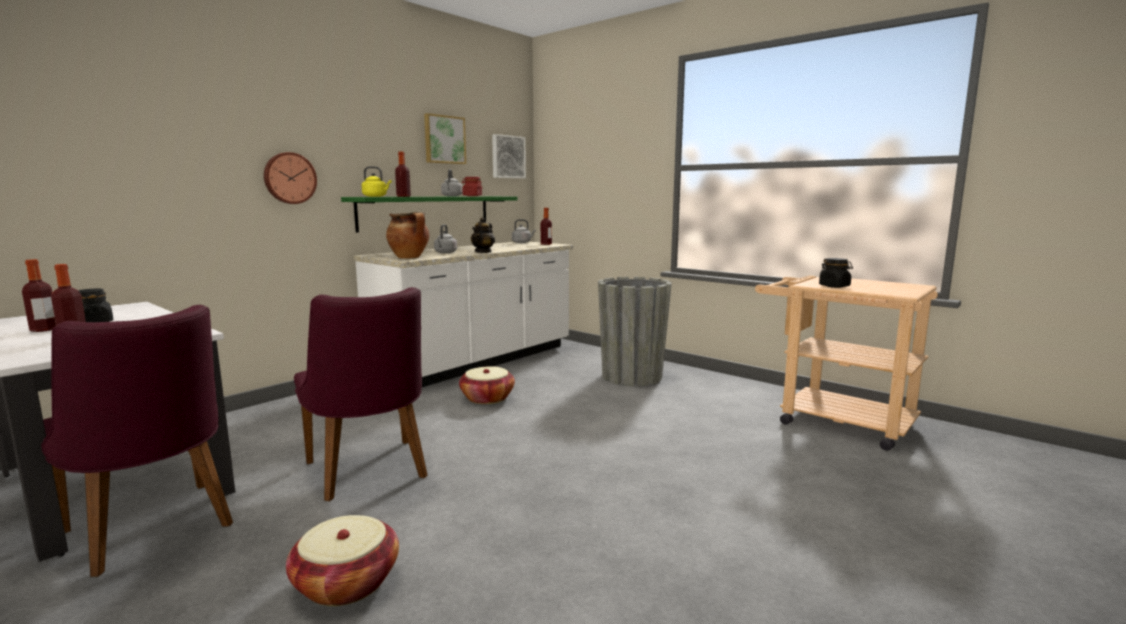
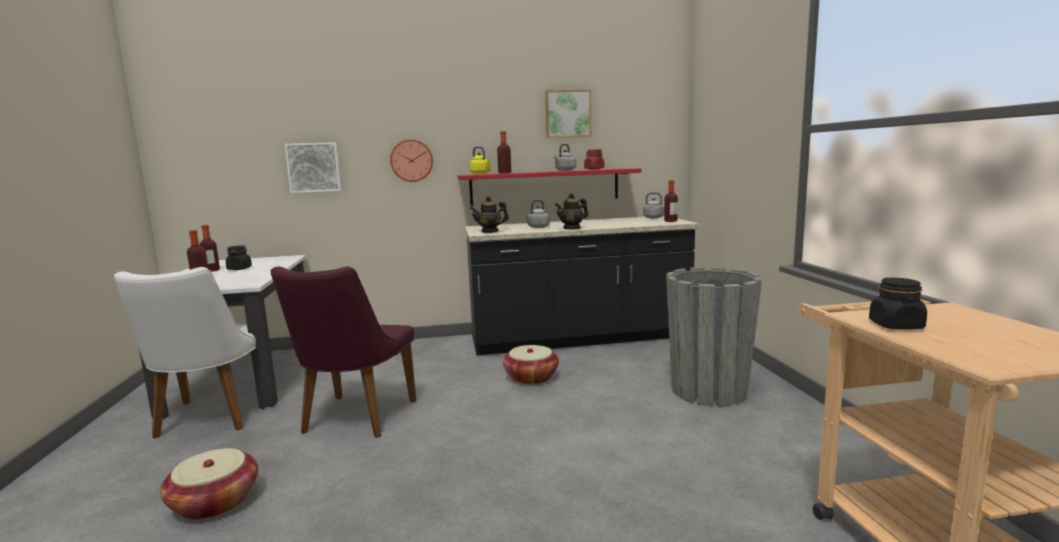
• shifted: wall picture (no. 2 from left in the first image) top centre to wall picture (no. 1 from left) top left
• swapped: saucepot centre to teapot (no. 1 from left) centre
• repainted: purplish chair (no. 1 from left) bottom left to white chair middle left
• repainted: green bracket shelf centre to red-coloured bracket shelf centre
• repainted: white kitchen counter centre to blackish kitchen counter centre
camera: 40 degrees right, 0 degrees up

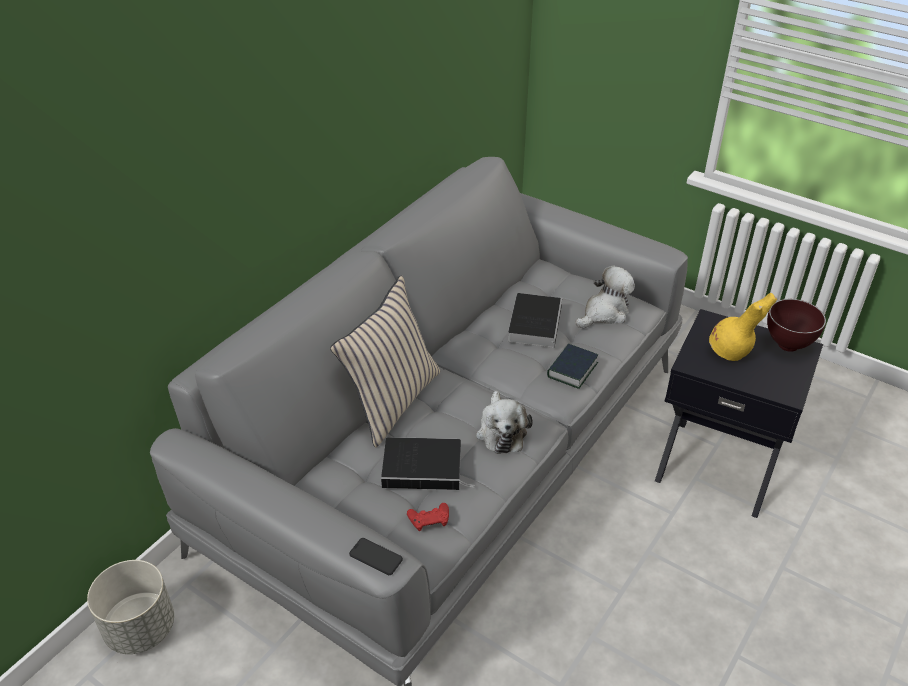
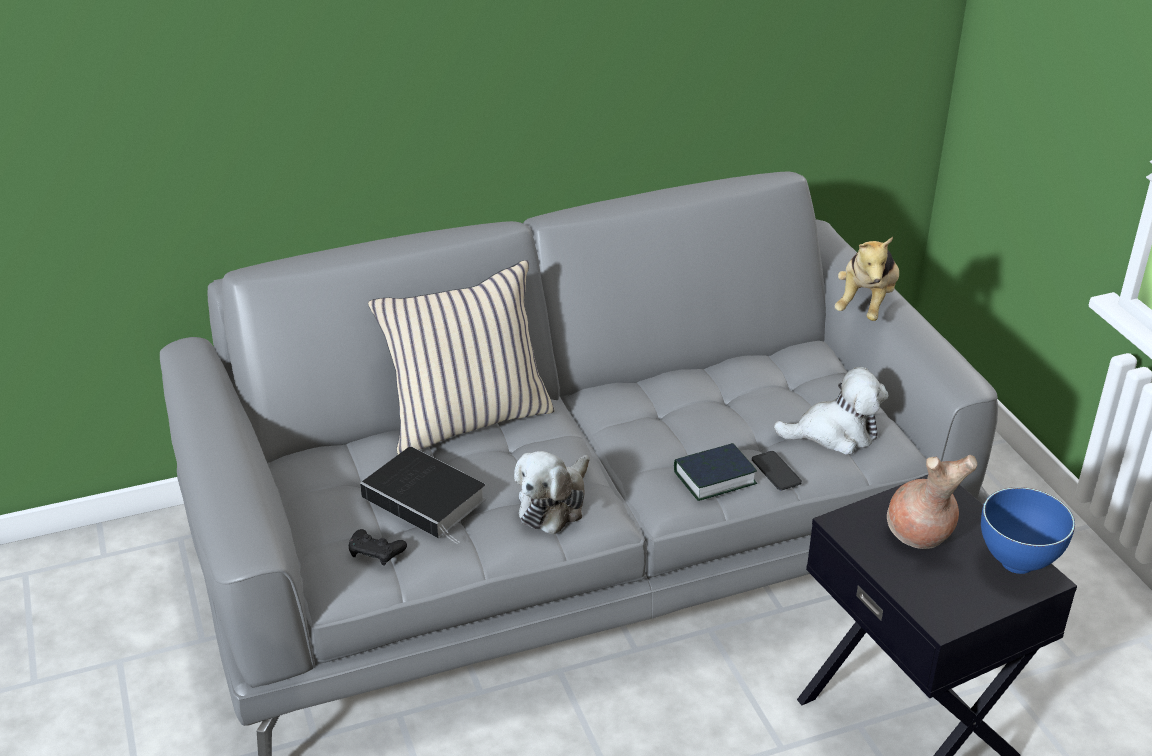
• gone: grey flower pot bottom left
• gone: bound book (no. 2 from left) centre
• new: cuddly toy (no. 3 from left) middle right
• shifted: handset bottom centre to middle right
• repainted: red-coloured joypad bottom centre to blackish joypad bottom left
• repainted: yellow decorative vase middle right to brownish decorative vase middle right
• repainted: brownish bowl middle right to bluish bowl bottom right
camera: 35 degrees right, 5 degrees down

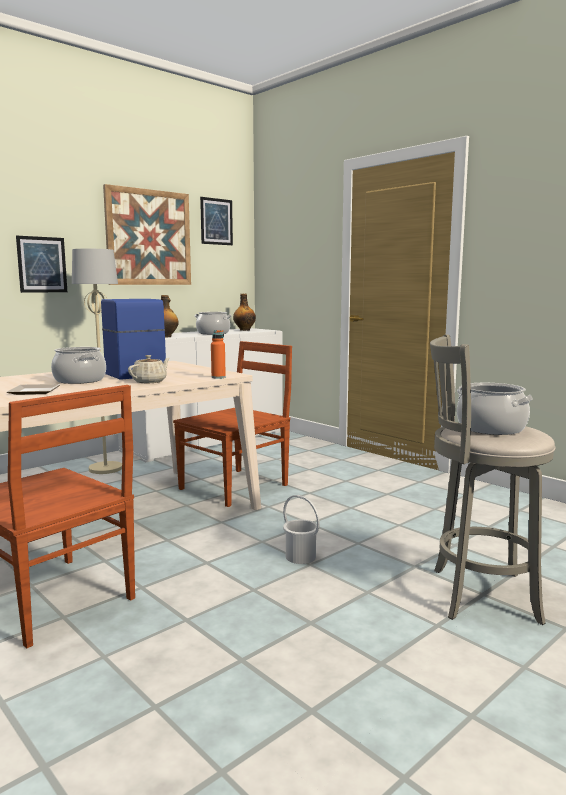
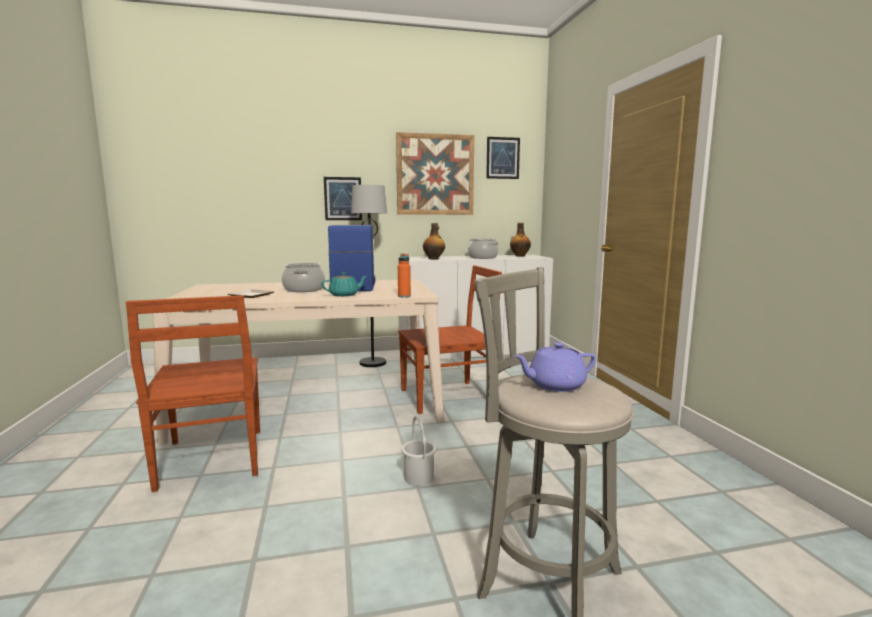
• swapped: saucepot (no. 3 from left) middle right to purplish teapot centre
• repainted: beige floor lamp middle left to blackish floor lamp centre
• repainted: beige teapot middle left to blue-green teapot centre
camera: 30 degrees right, 0 degrees up

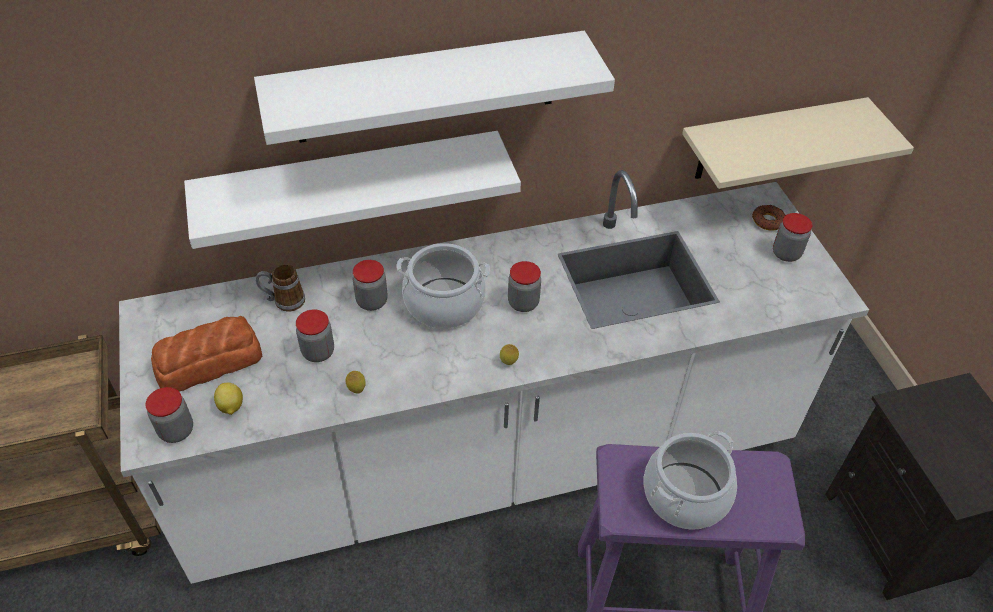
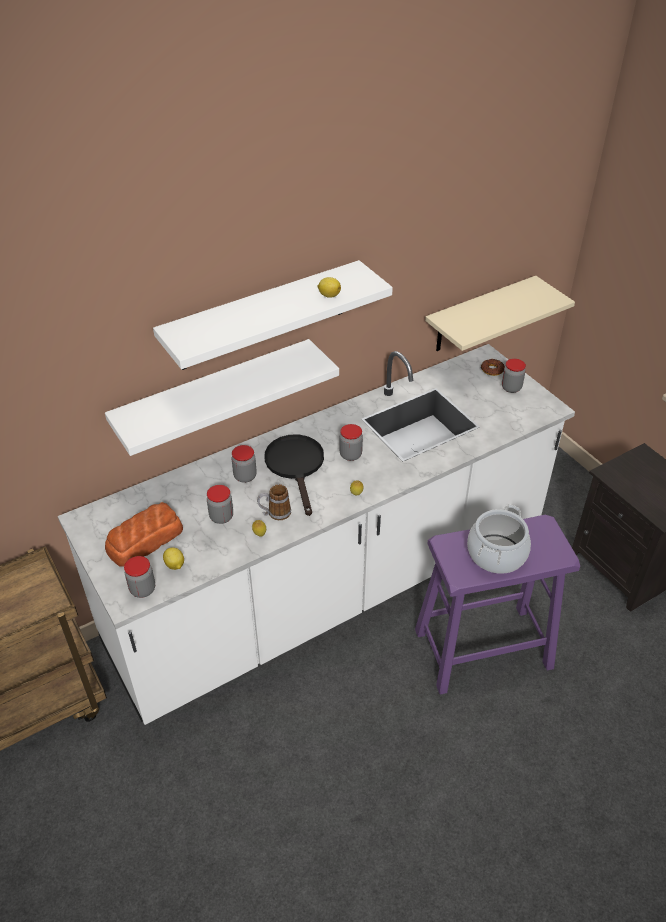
• new: lemon (no. 3 from left) top centre
• shifted: mug middle left to centre
• swapped: saucepot (no. 1 from left) centre to blackish frying pan centre
camera: 15 degrees left, 5 degrees down

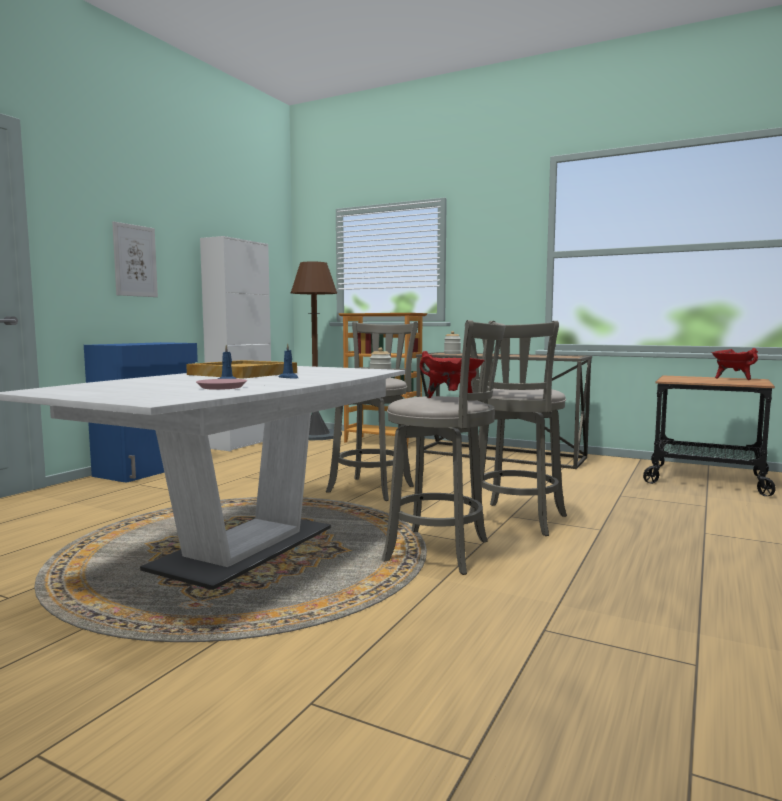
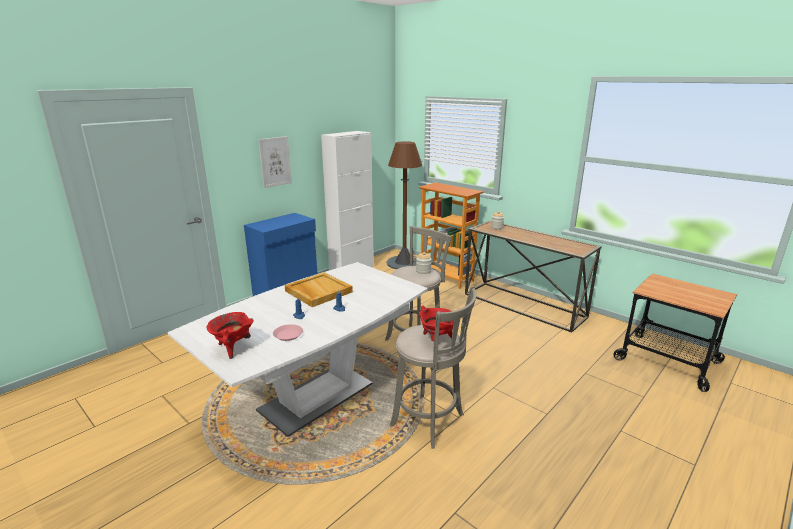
• gone: grey stool (no. 3 from left) centre
• shifted: red-coloured saucepot (no. 2 from left in the first image) middle right to red-coloured saucepot (no. 1 from left) middle left
camera: 15 degrees right, 15 degrees up

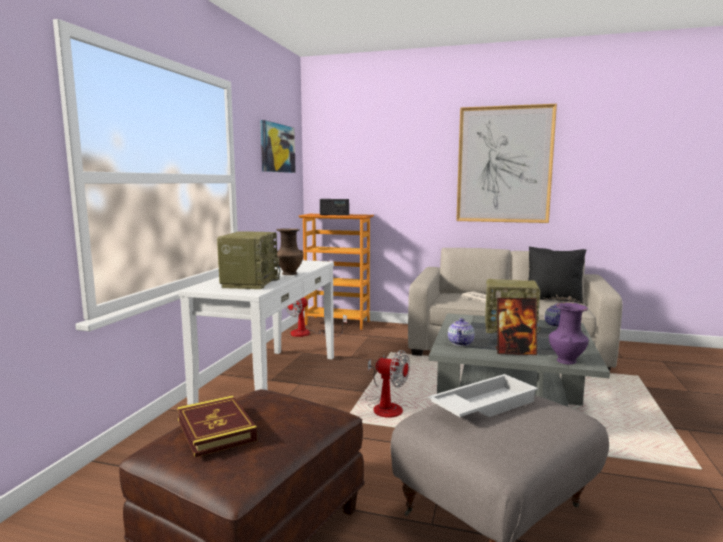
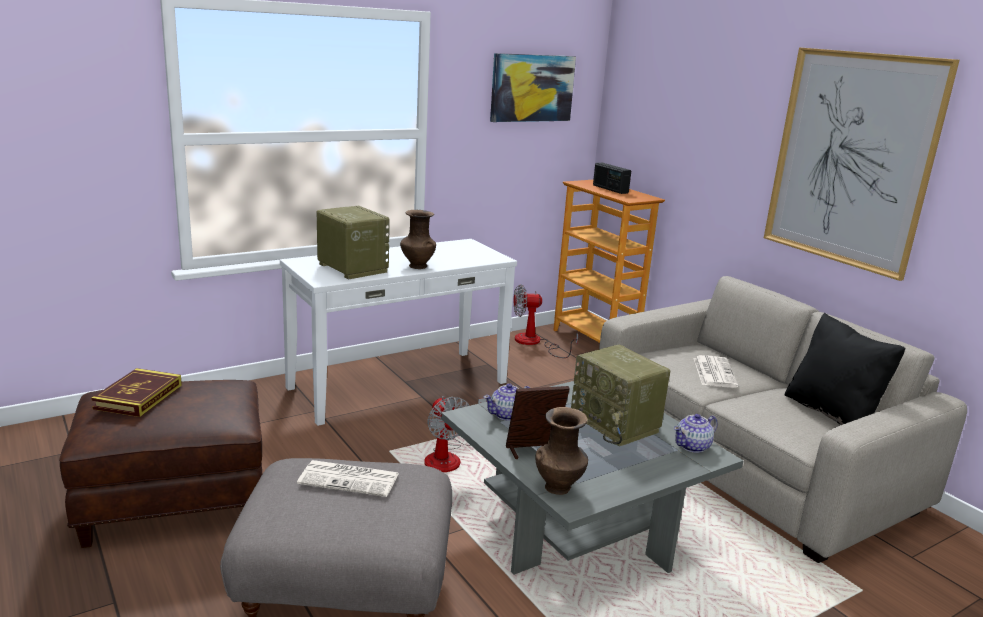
• swapped: white carrying tray bottom right to printed paper (no. 1 from left) bottom centre
• repainted: purplish decorative vase middle right to brownish decorative vase (no. 2 from left) bottom centre
• rotated: radio set (no. 1 from left) centre = centre 90 degrees counterclockwise
• rotated: photo frame middle right = bottom centre 120 degrees clockwise
camera: 40 degrees right, 10 degrees up

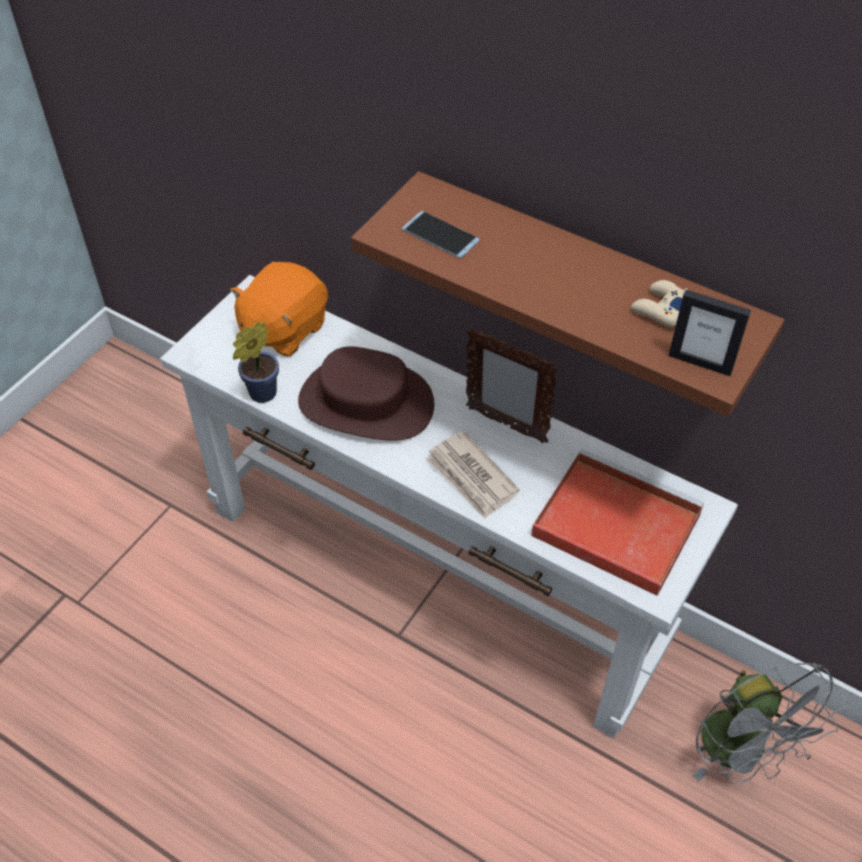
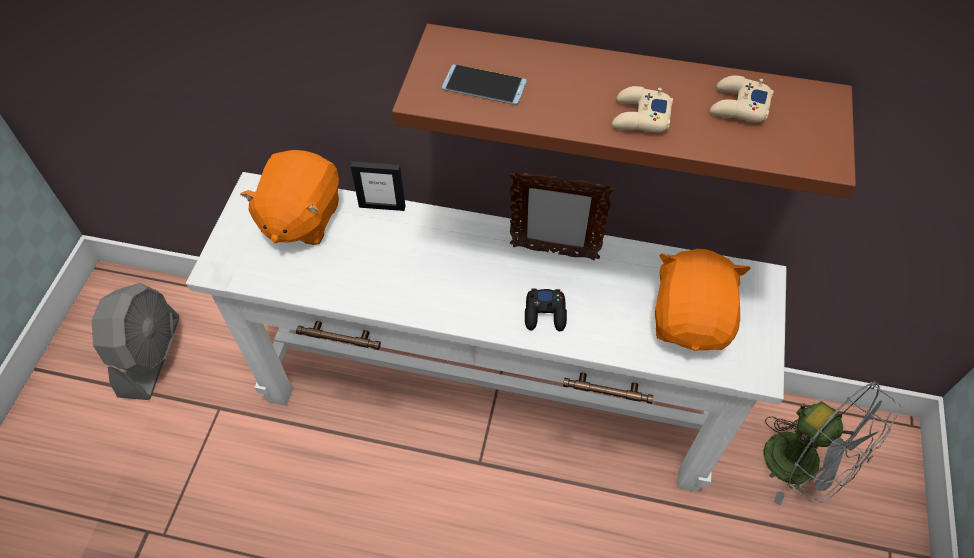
• gone: plant in a pot middle left
• gone: brownish clothing hat centre
• new: grey fan (no. 1 from left) middle left
• new: beige joypad (no. 1 from left) top centre
• shifted: photo frame (no. 2 from left in the first image) middle right to photo frame (no. 1 from left) centre
• swapped: printed paper centre to blackish joypad centre
• swapped: red-coloured carrying tray middle right to orange-coloured cuddly toy (no. 2 from left) middle right
camera: 20 degrees left, 5 degrees up

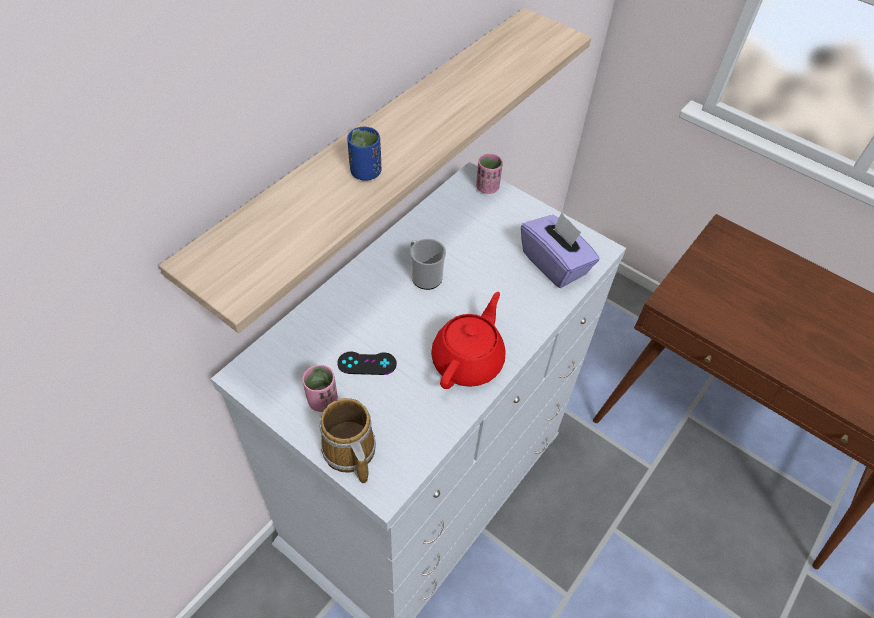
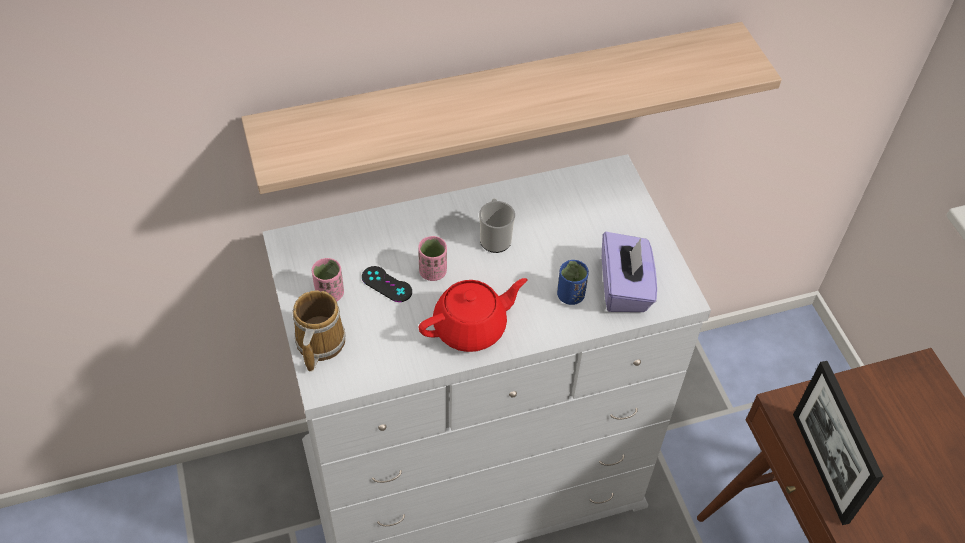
• new: photo frame bottom right
• shifted: bluish cup top centre to centre
• shifted: pink cup (no. 2 from left) top centre to centre
camera: 35 degrees right, 0 degrees up

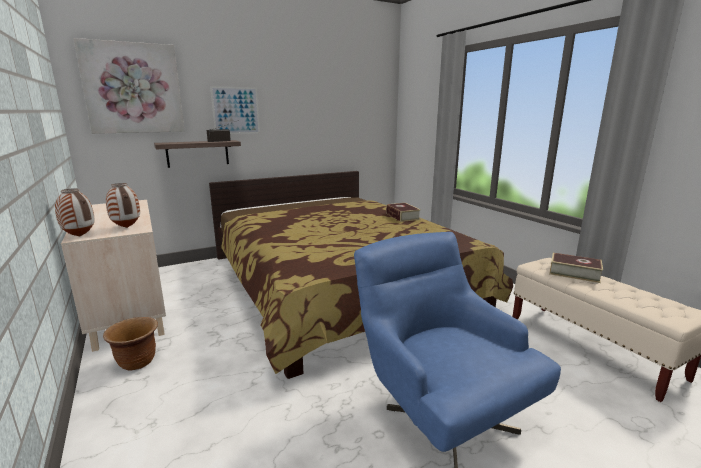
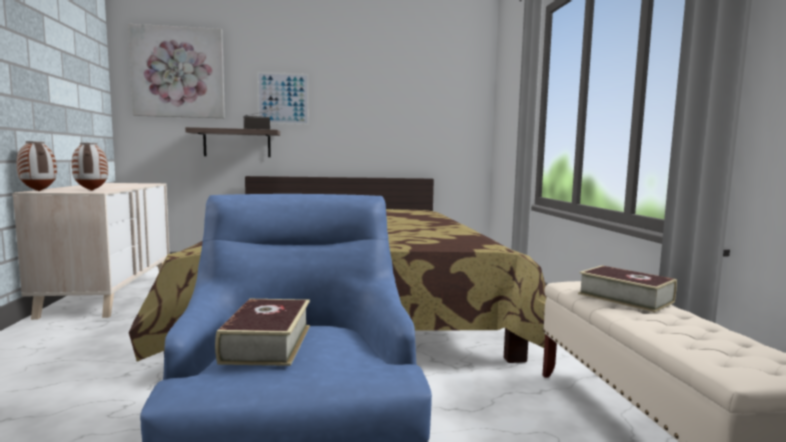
• gone: brownish flower pot bottom left
• shifted: bound book (no. 1 from left) centre to bottom centre
camera: 20 degrees right, 10 degrees down

